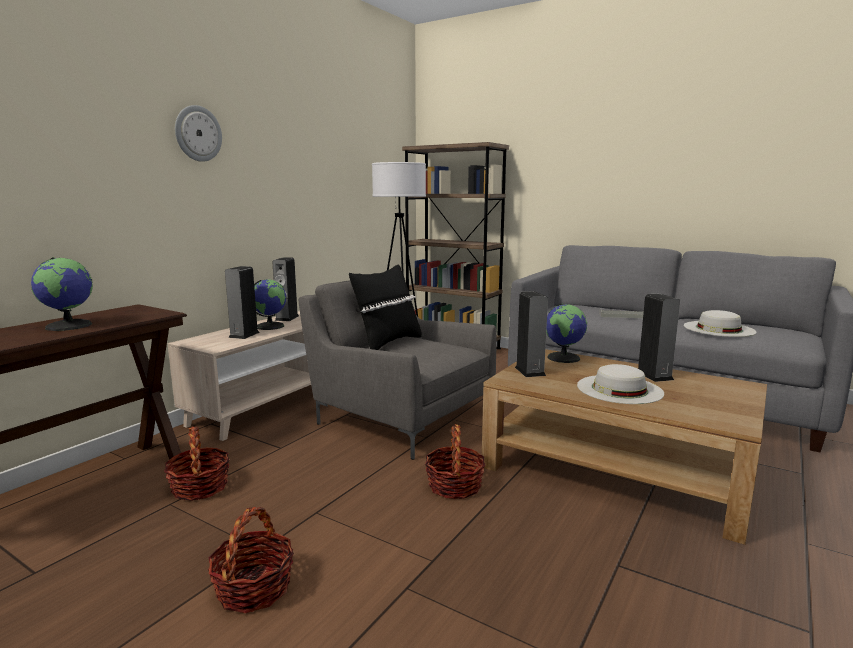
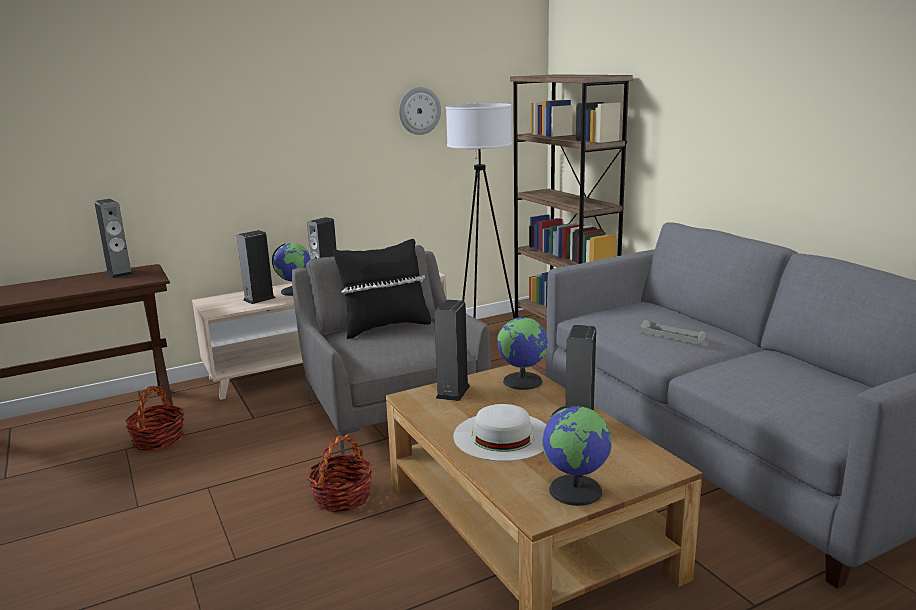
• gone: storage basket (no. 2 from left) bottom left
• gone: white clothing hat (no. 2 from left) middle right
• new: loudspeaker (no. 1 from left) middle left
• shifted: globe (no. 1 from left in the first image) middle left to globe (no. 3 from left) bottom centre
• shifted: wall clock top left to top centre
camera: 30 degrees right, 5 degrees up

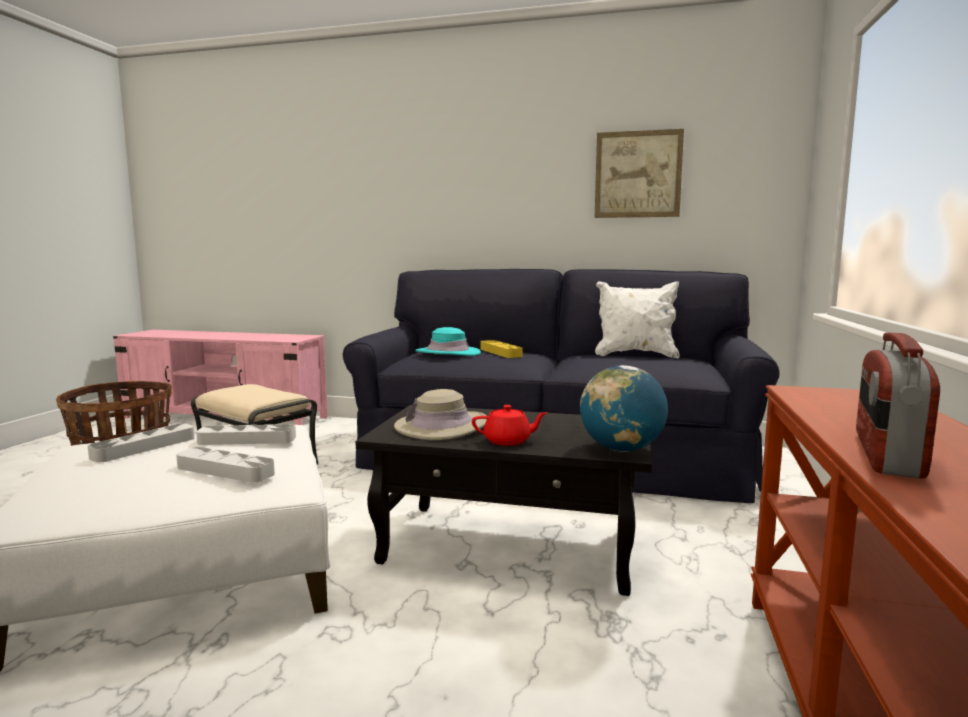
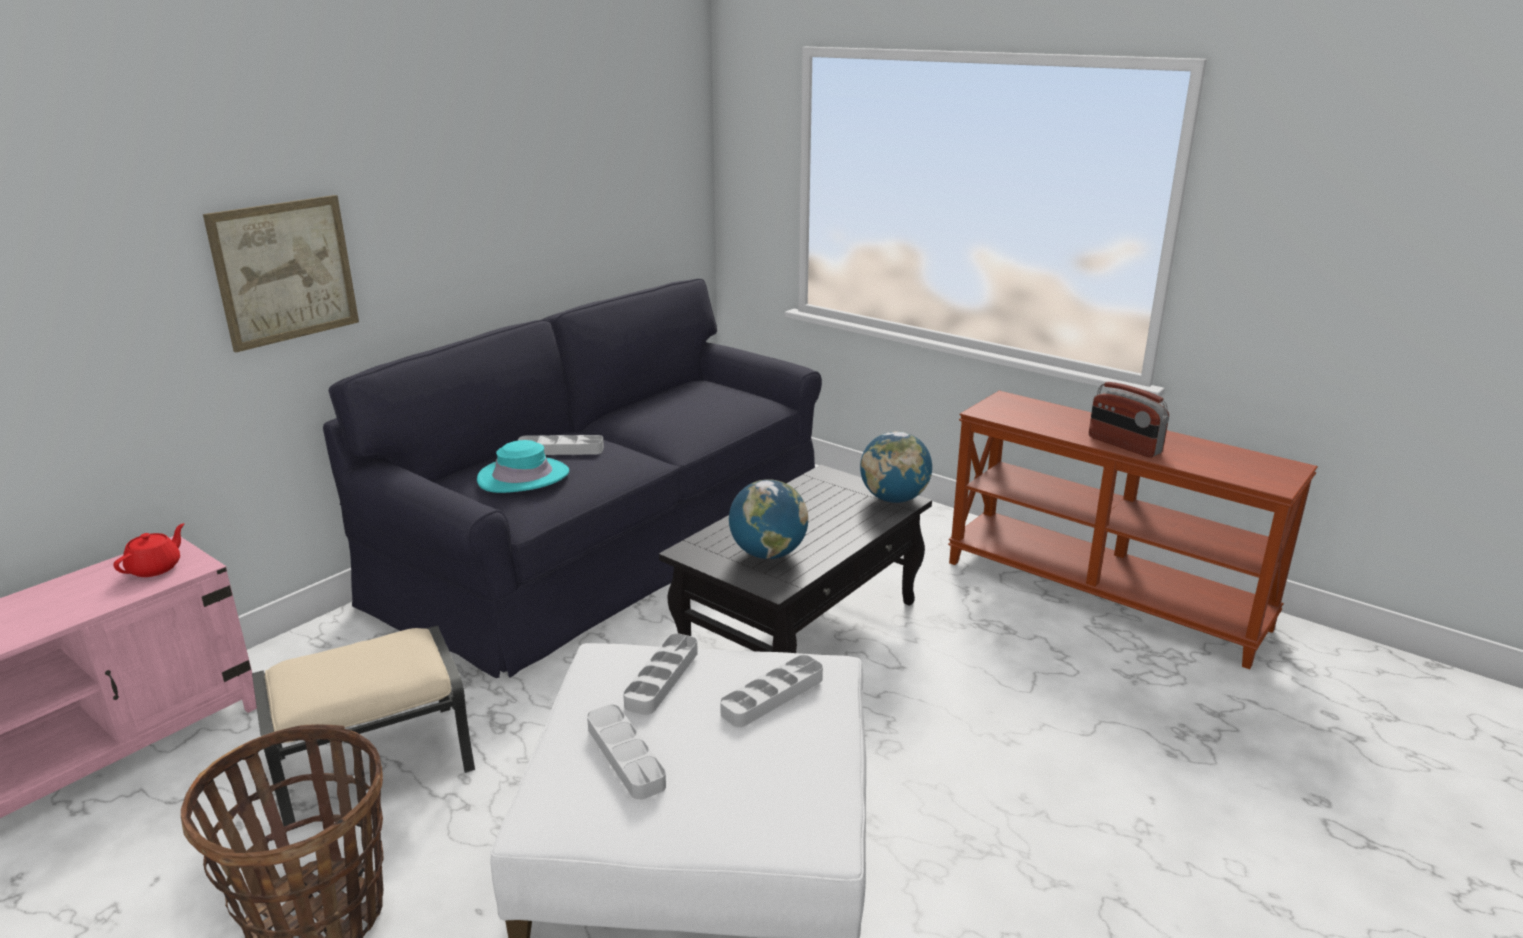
• gone: white throw pillow centre
• shifted: red-coloured teapot centre to middle left
• shifted: wall picture top centre to top left
• swapped: beige clothing hat centre to globe (no. 1 from left) centre
• repainted: yellow carrying tray centre to grey carrying tray (no. 1 from left) centre
camera: 65 degrees left, 15 degrees up

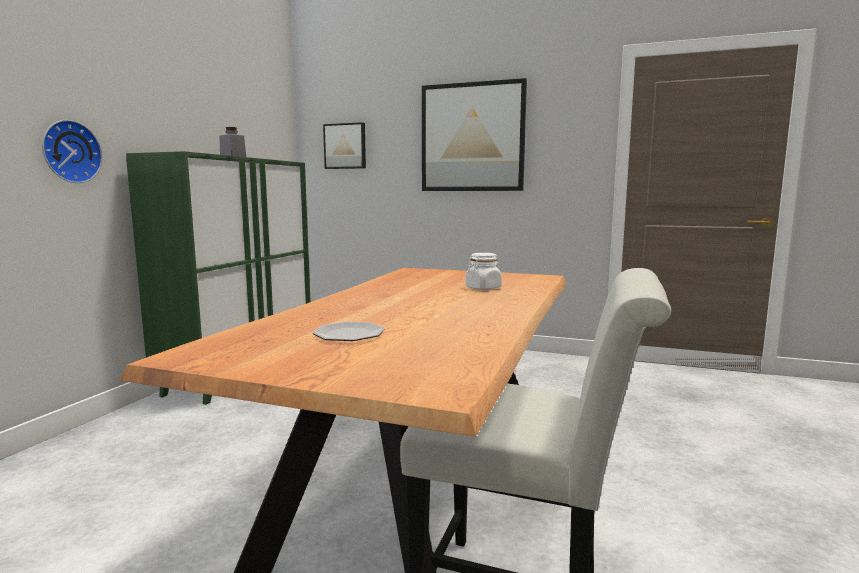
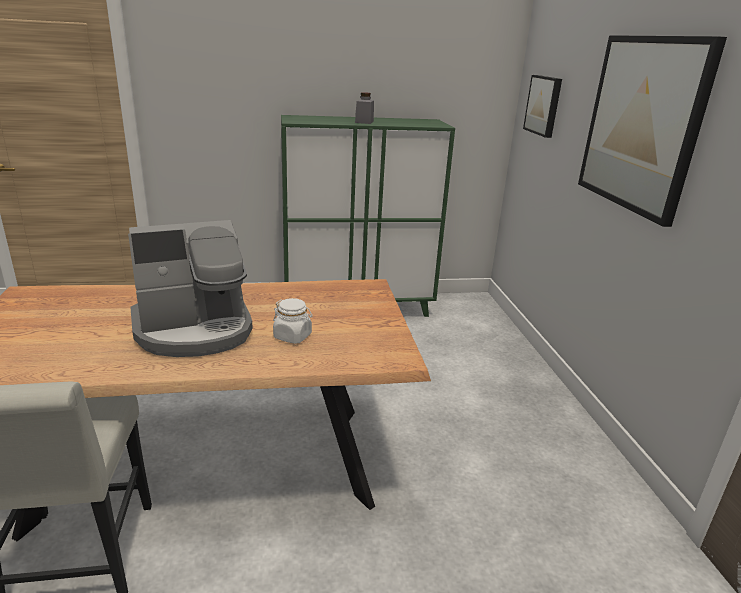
• gone: wall clock top left
• gone: plate centre
• new: coffee maker middle left
camera: 60 degrees right, 15 degrees up

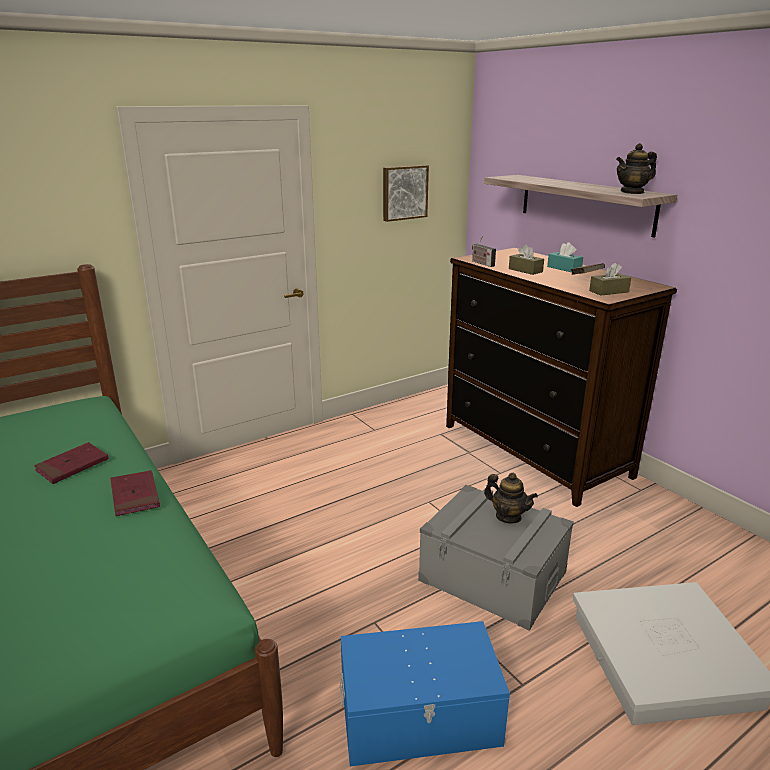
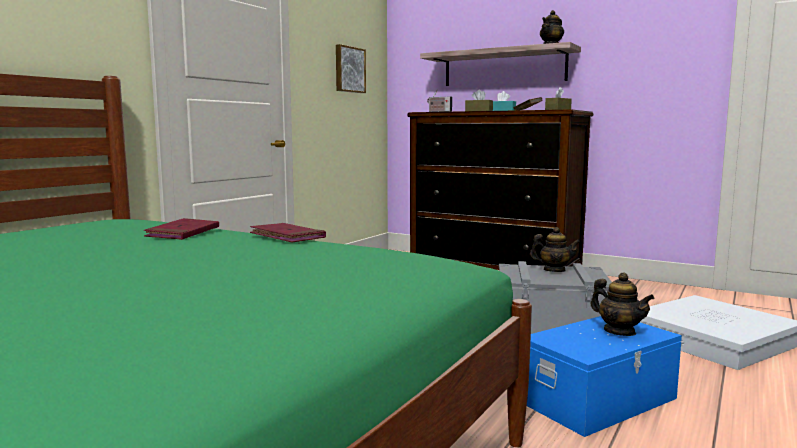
• new: teapot (no. 3 from left) bottom right
camera: 25 degrees left, 15 degrees down

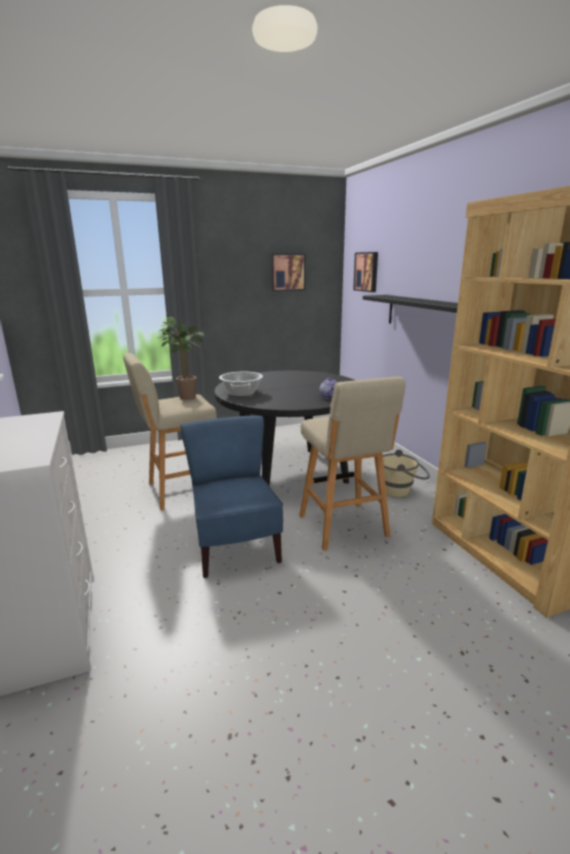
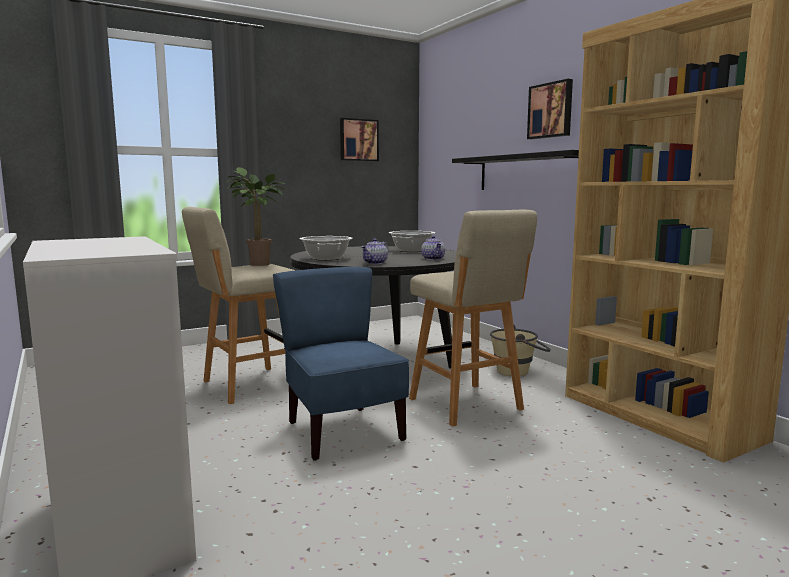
• new: teapot (no. 1 from left) centre
• new: saucepot (no. 2 from left) centre
• shifted: wall picture (no. 2 from left) top centre to top right
camera: 10 degrees left, 10 degrees down

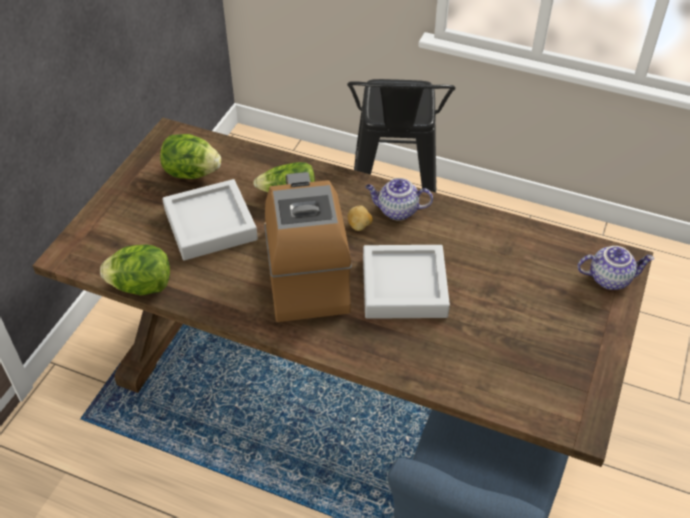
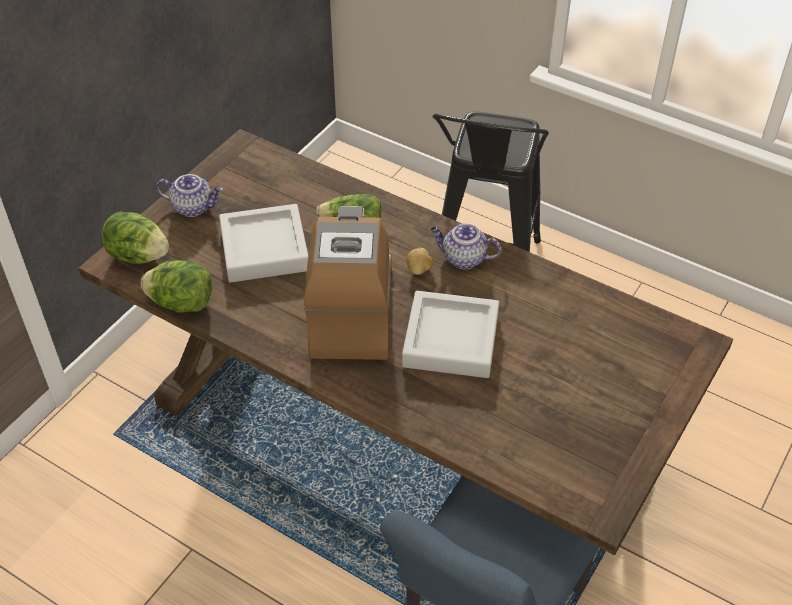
• shifted: head of lettuce (no. 2 from left in the first image) top left to head of lettuce (no. 1 from left) middle left
• shifted: teapot (no. 2 from left in the first image) middle right to teapot (no. 1 from left) top left
camera: 10 degrees right, 0 degrees up

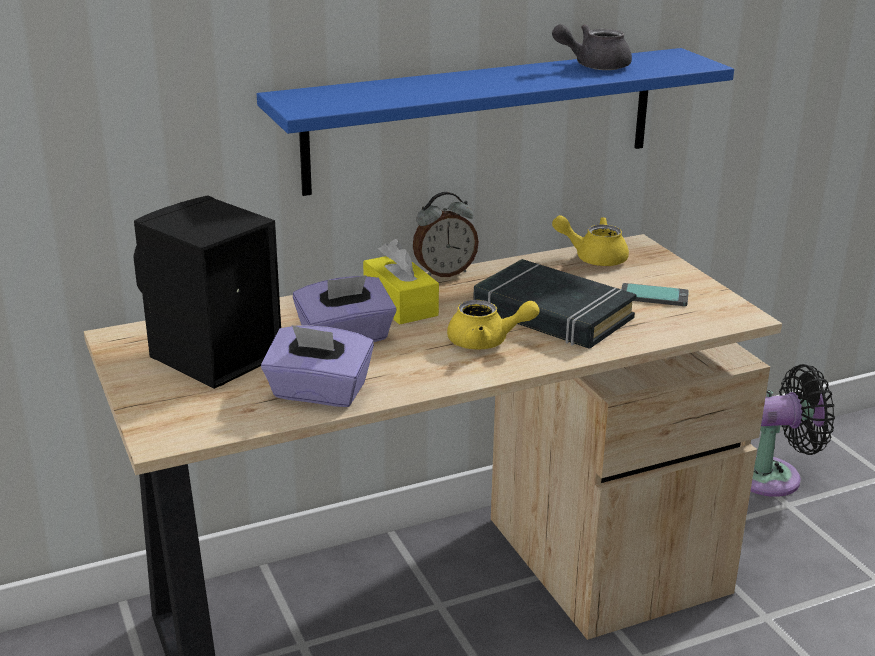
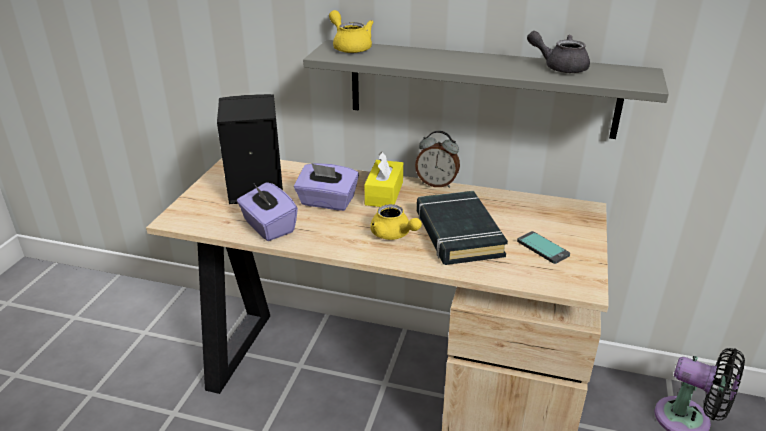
• shifted: yellow teapot (no. 2 from left in the first image) middle right to yellow teapot (no. 1 from left) top centre
• repainted: bluish bracket shelf top centre to grey bracket shelf top centre
camera: 40 degrees right, 5 degrees up

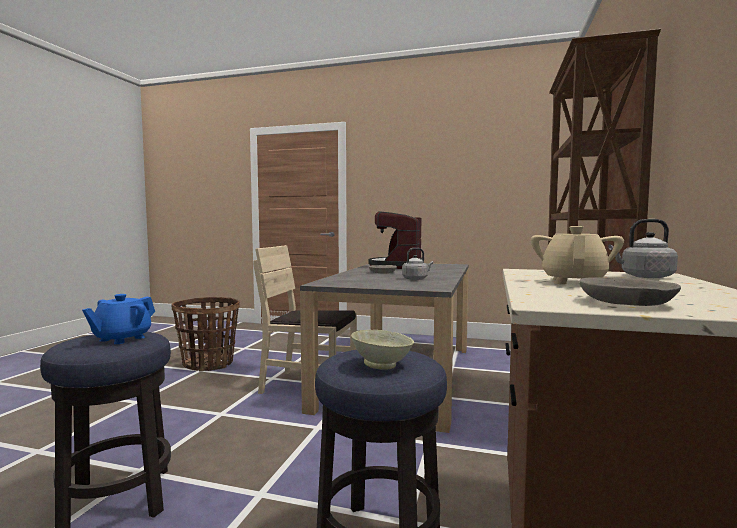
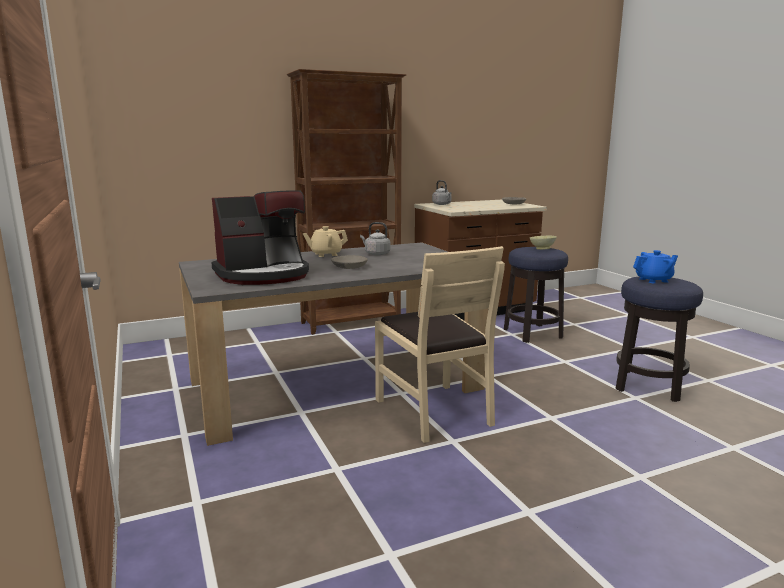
• gone: storage basket middle left
• shifted: beige teapot middle right to centre
camera: 130 degrees left, 10 degrees up

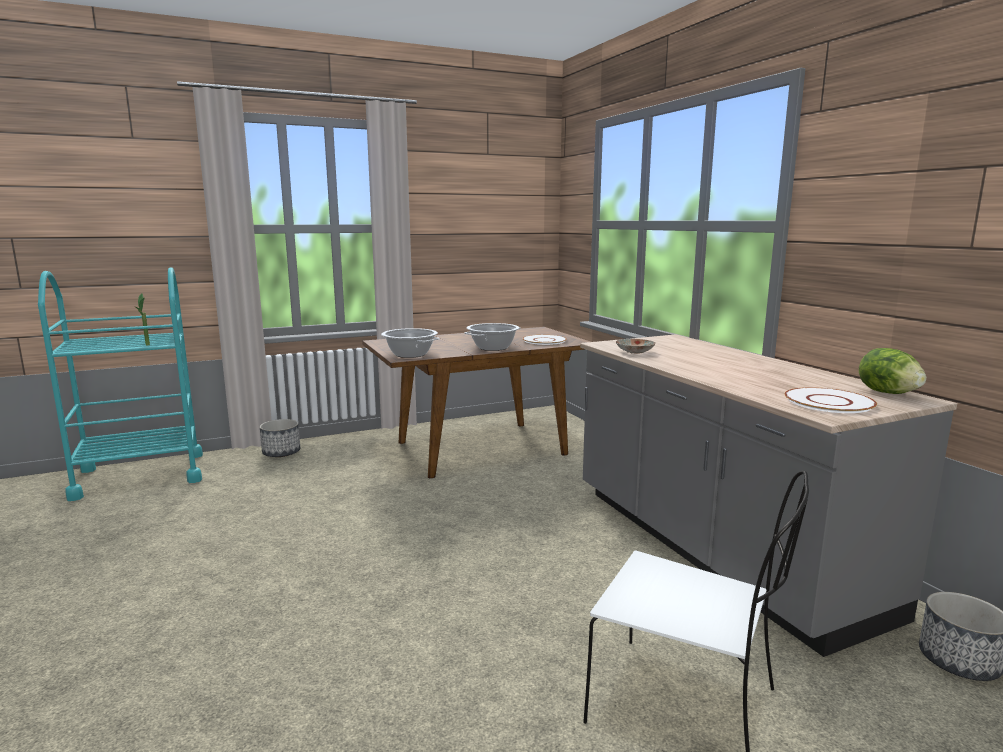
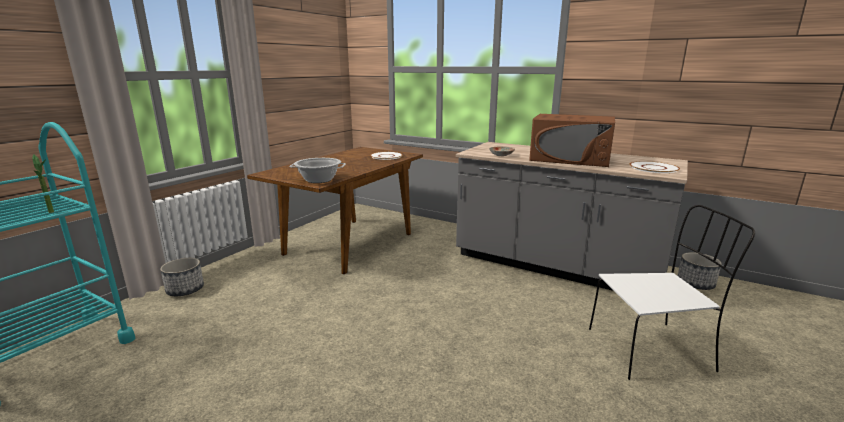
• gone: saucepot (no. 2 from left) centre
• gone: head of lettuce middle right
• new: brownish microwave top right
camera: 35 degrees left, 5 degrees up

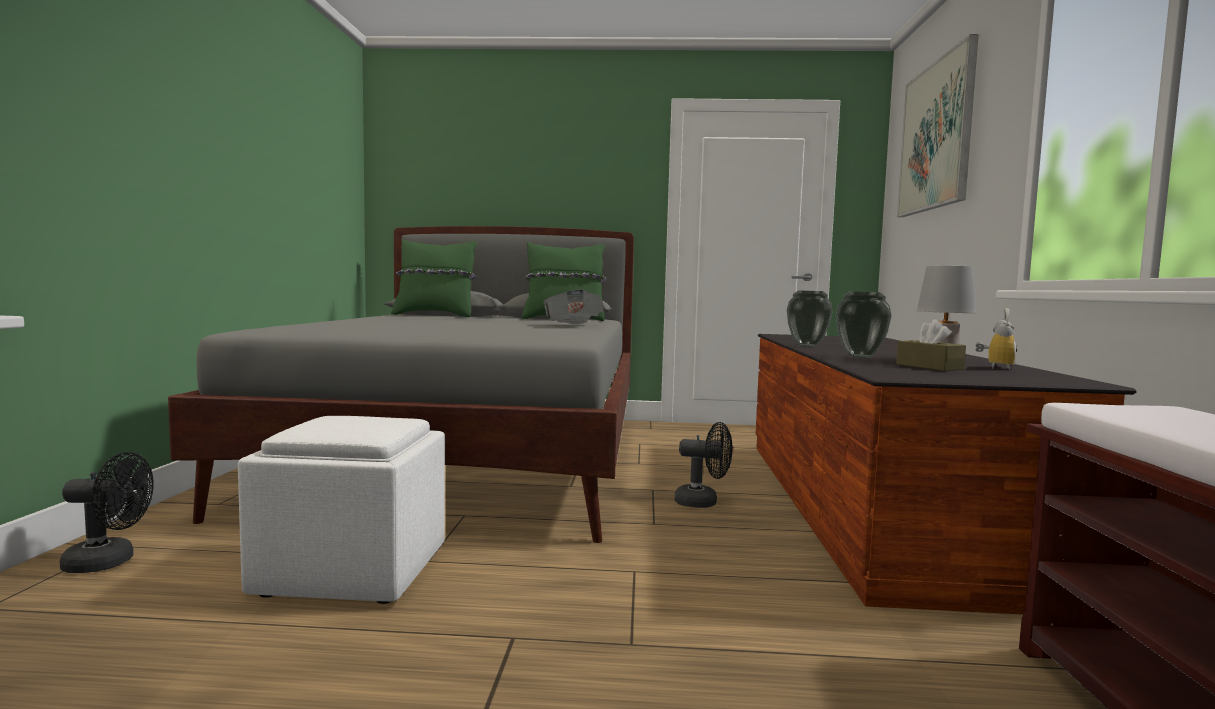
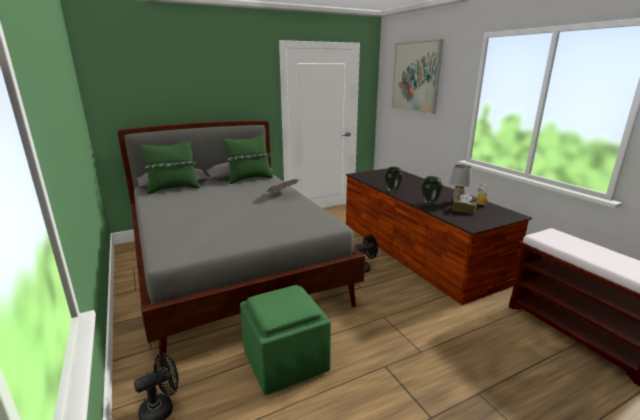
• repainted: white footrest bottom left to green footrest bottom centre
camera: 30 degrees left, 15 degrees up

